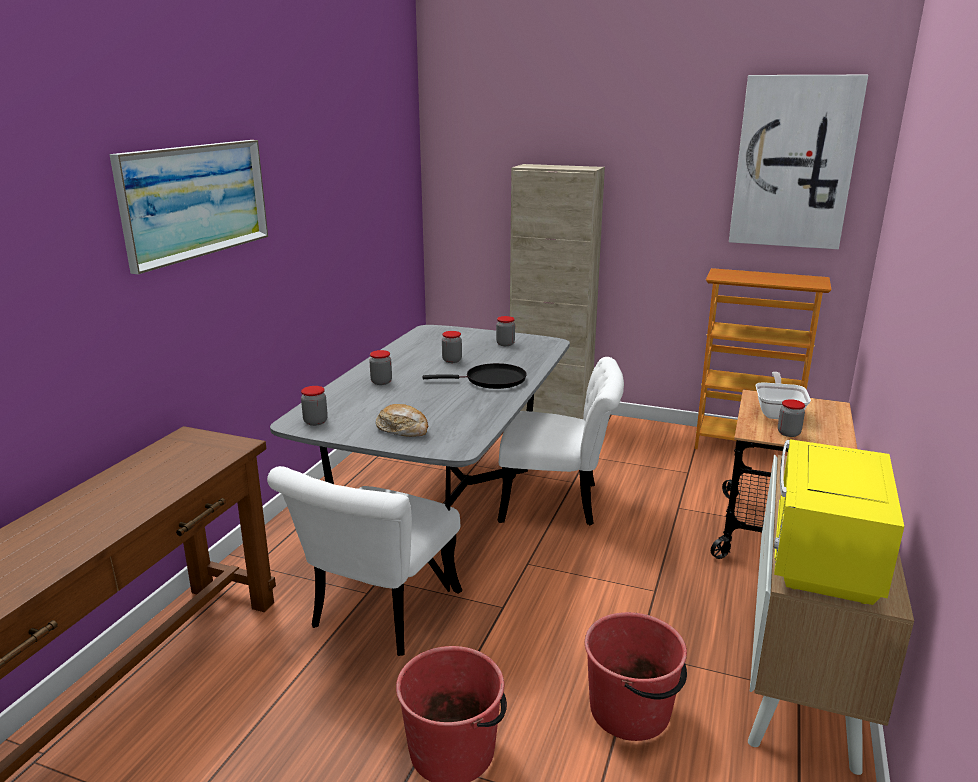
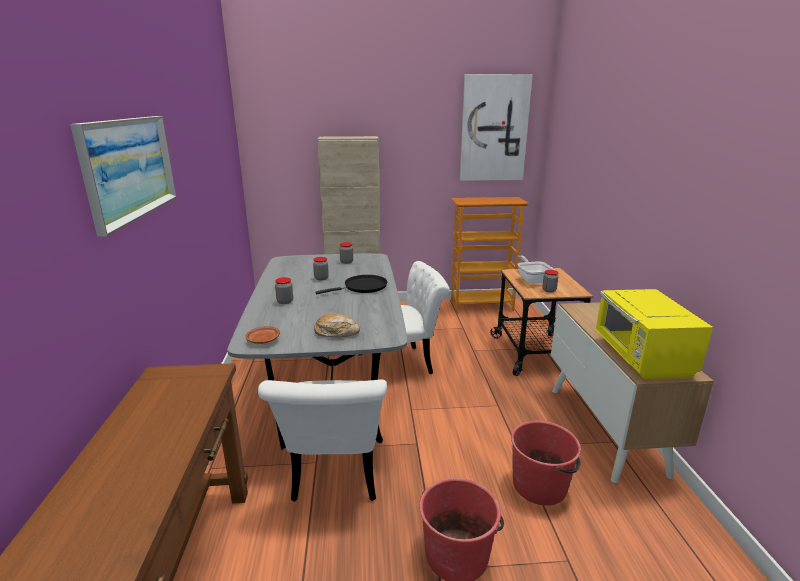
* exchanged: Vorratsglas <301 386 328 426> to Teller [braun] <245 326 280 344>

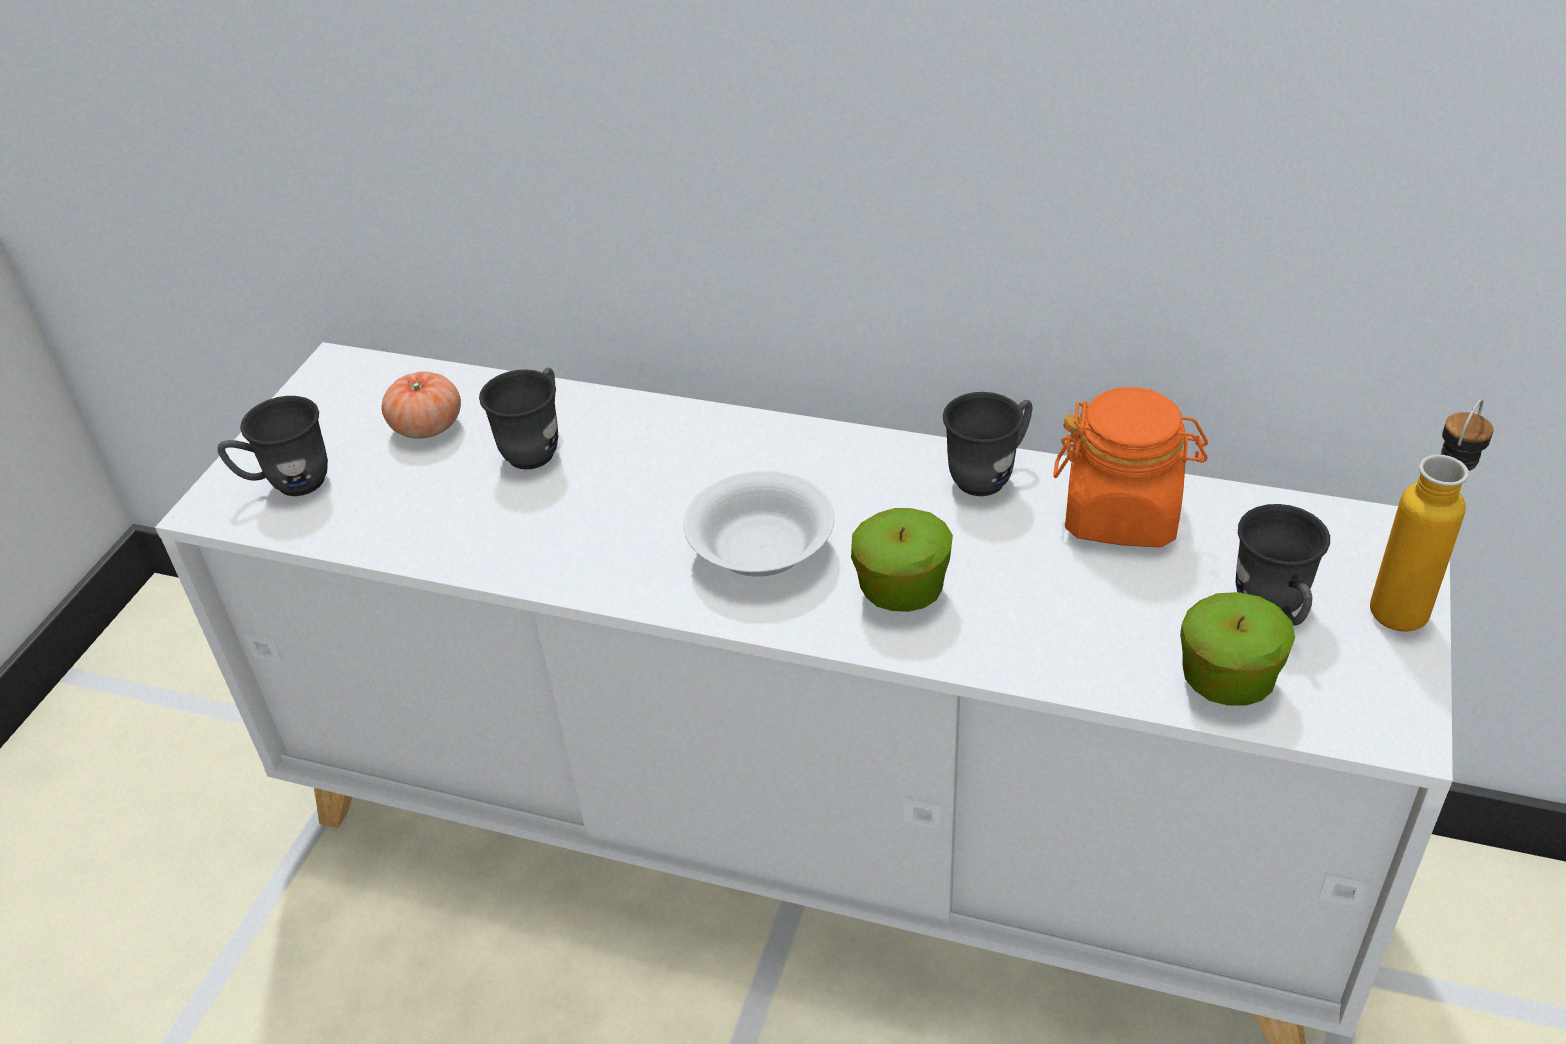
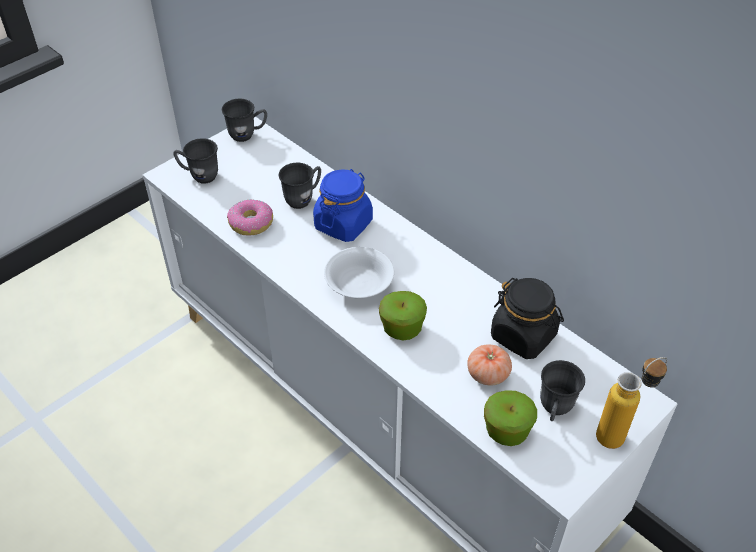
* relocated: Tomate <382 372 461 439> to <467 344 512 386>
* relocated: Henkelbecher [grau] <943 392 1033 496> to <222 99 267 142>
* colour: Vorratsglas [orange] <1053 387 1208 548> to Vorratsglas [schwarz] <491 278 564 359>
* appeared: Donut <227 199 273 236>
* appeared: Vorratsglas [blau] <313 169 373 242>

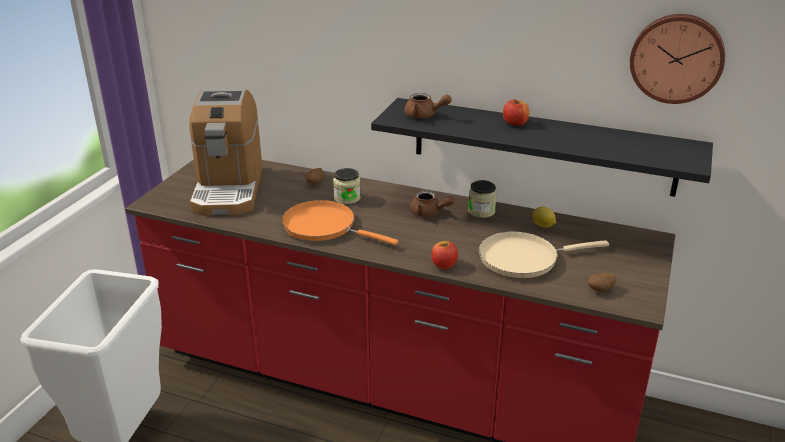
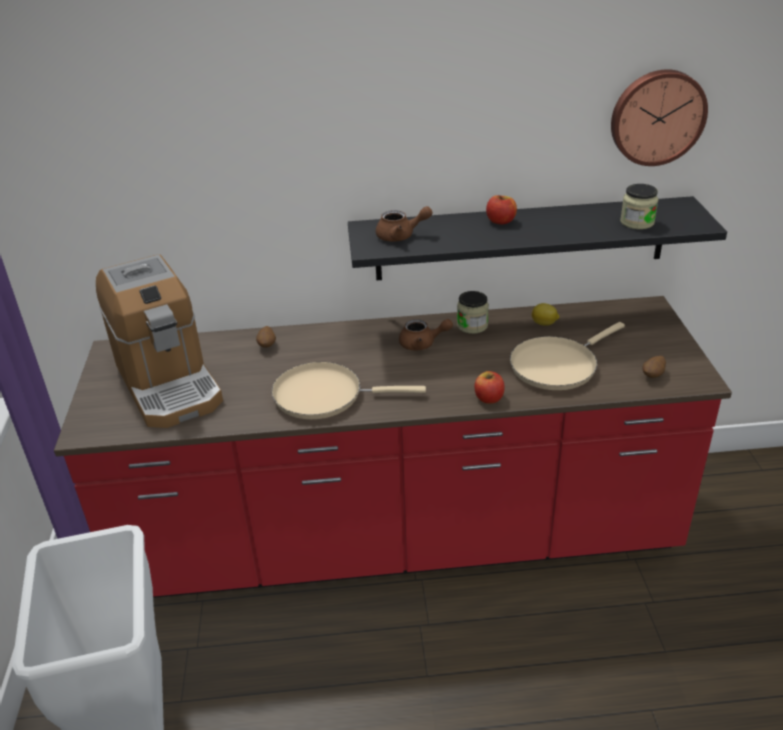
* colour: Pfanne [orange] <282 200 399 245> to Pfanne [beige] <271 362 426 419>
* relocated: Vorratsglas <333 168 361 204> to <620 184 659 229>

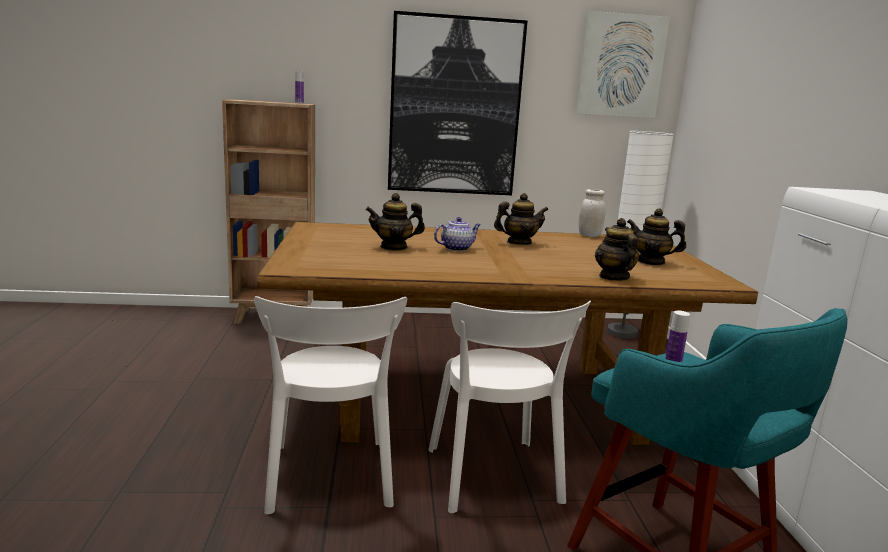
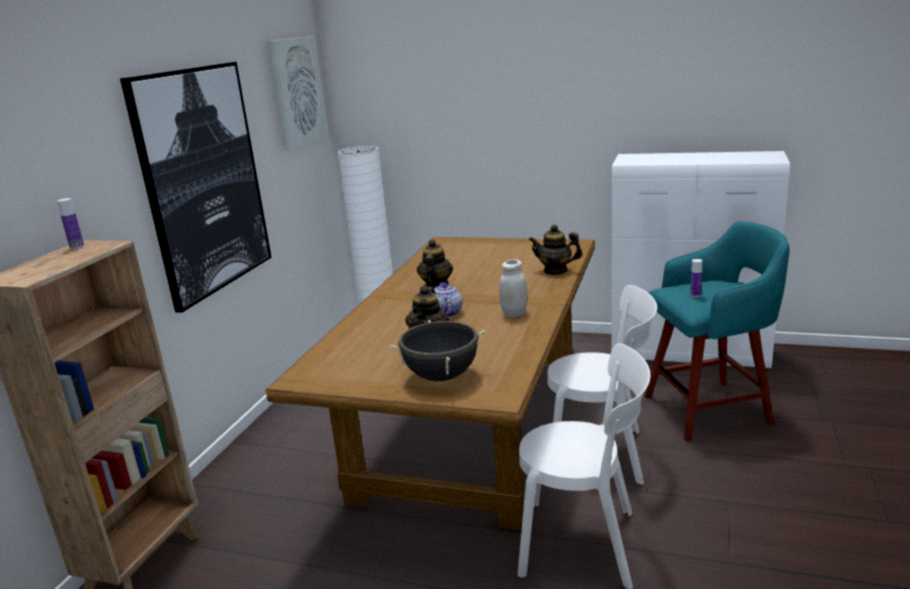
* relocated: Vorratsglas [weiß] <579 189 606 237> to <499 259 528 318>
* missing: Teekanne <627 208 686 265>
* appeared: Kochtopf [schwarz] <389 320 486 381>

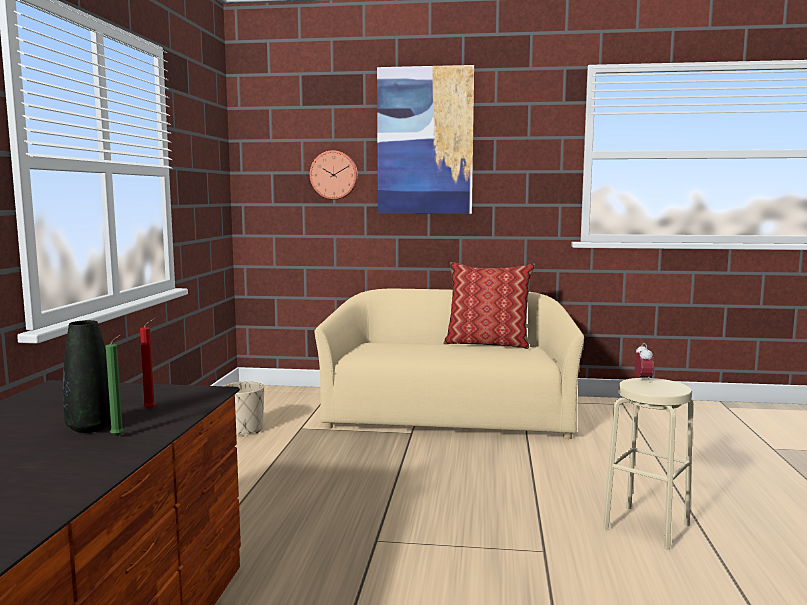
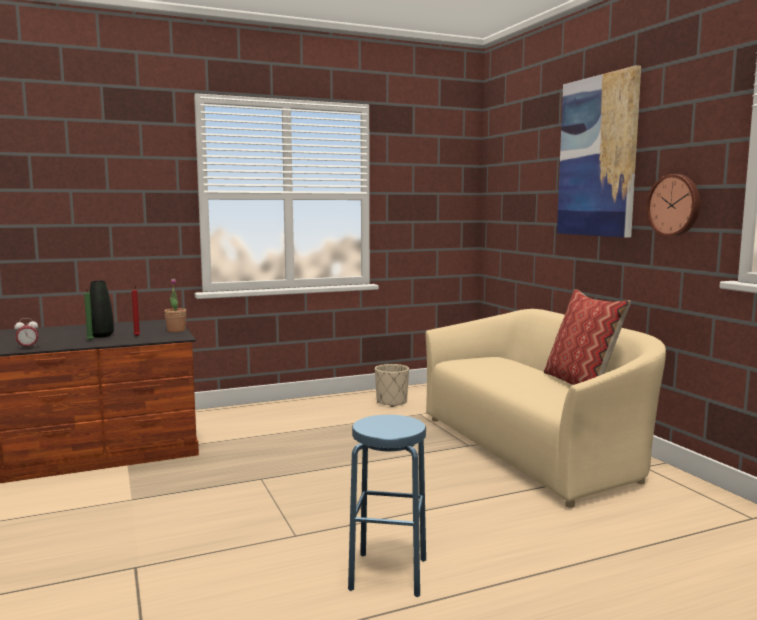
* relocated: Wanduhr <309 150 358 200> to <646 174 700 237>
* colour: Hocker [beige] <603 378 693 550> to Hocker [blau] <348 415 426 597>
* relocated: Wecker <635 343 654 383> to <14 318 39 348>
* appeared: Topfpflanze <164 278 186 332>

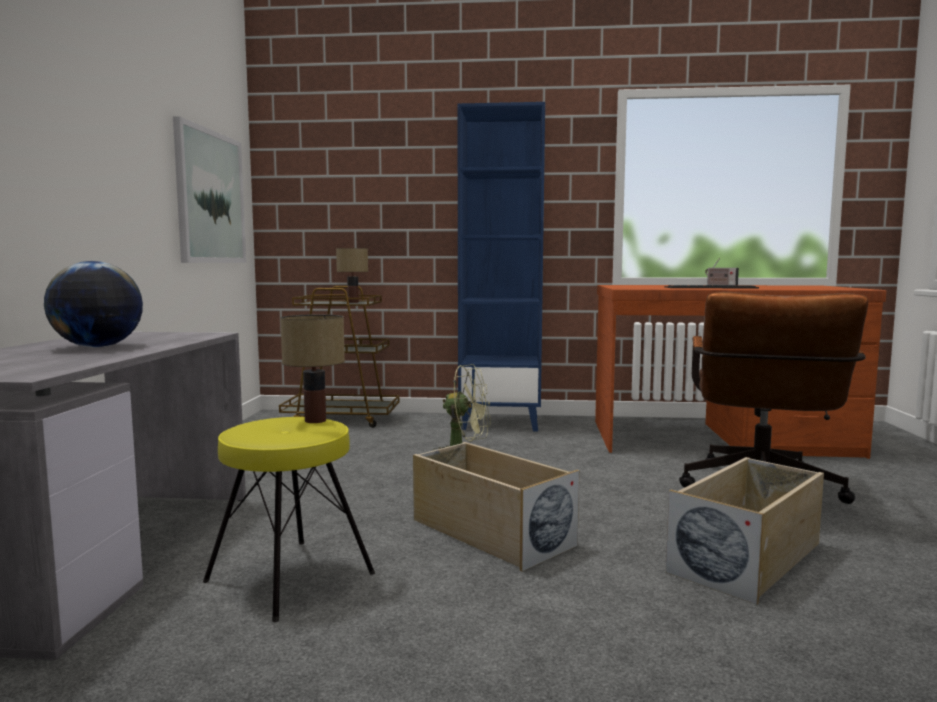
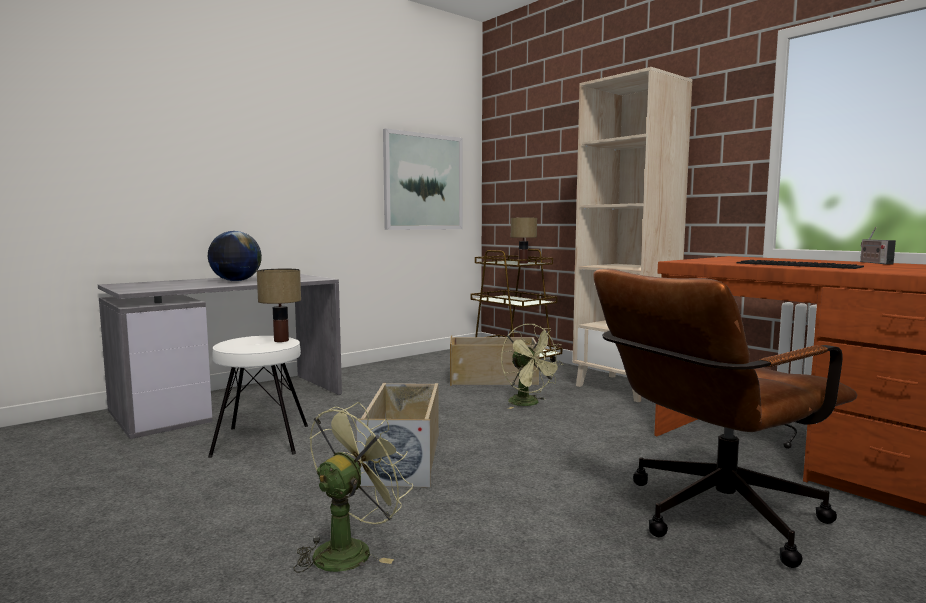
* colour: Hocker [gelb] <203 417 375 622> to Hocker [weiß] <208 336 308 458>
* colour: Bücherregal [blau] <457 102 545 432> to Bücherregal [beige] <573 67 692 402>
* relocated: Aufbewahrungsbox [beige] <666 457 824 605> to <450 335 539 386>
* appeared: Ventilator [grün] <293 402 413 573>

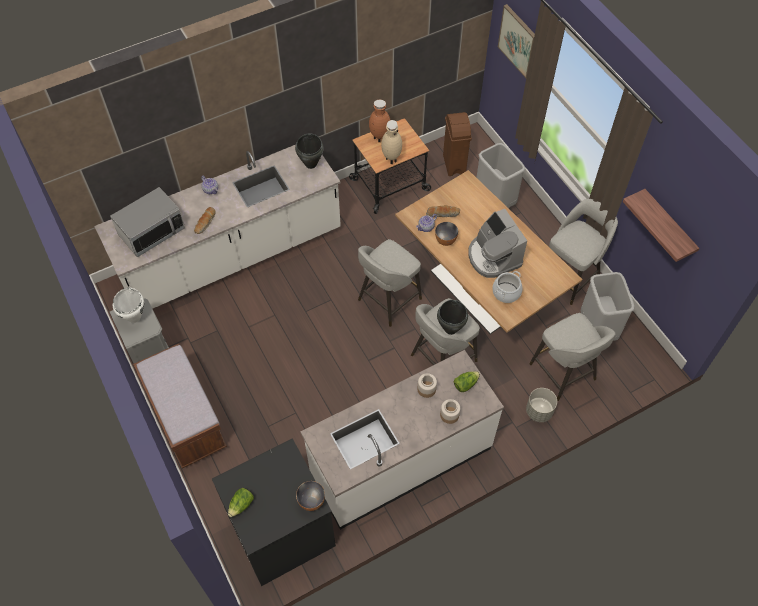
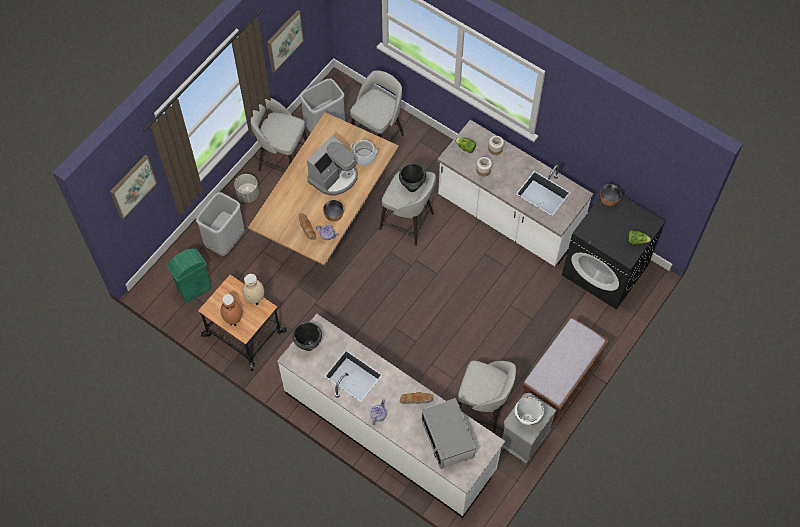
* spun: Mikrowelle <110 187 185 257> = <422 398 476 469> 135 degrees counterclockwise
* relocated: Hocker [grau] <358 239 422 327> to <458 361 516 434>
* colour: Mülleimer [braun] <443 112 472 176> to Mülleimer [grün] <167 249 212 303>
* relocated: Pflanzkübel [grau] <526 388 557 422> to <234 174 259 203>
* exchanged: Wandregal <623 189 699 262> to Bild <267 10 304 72>

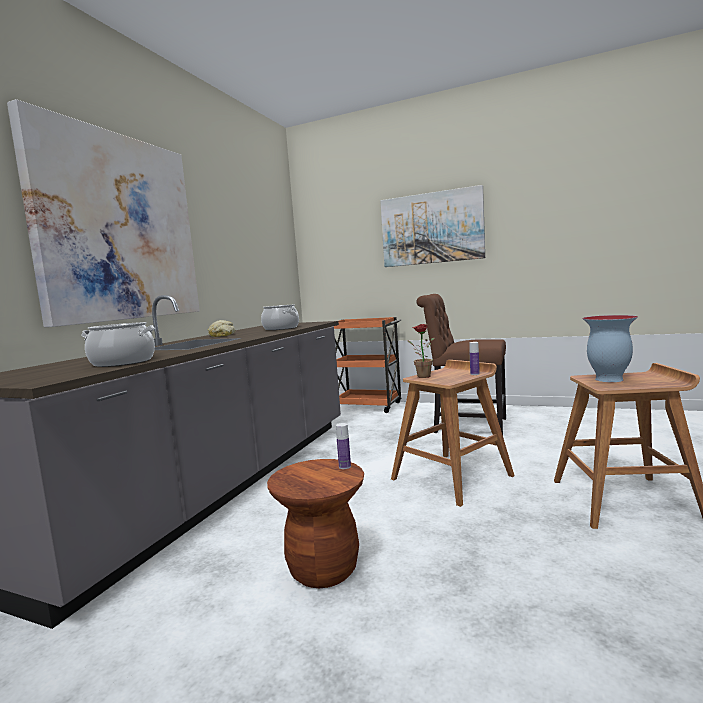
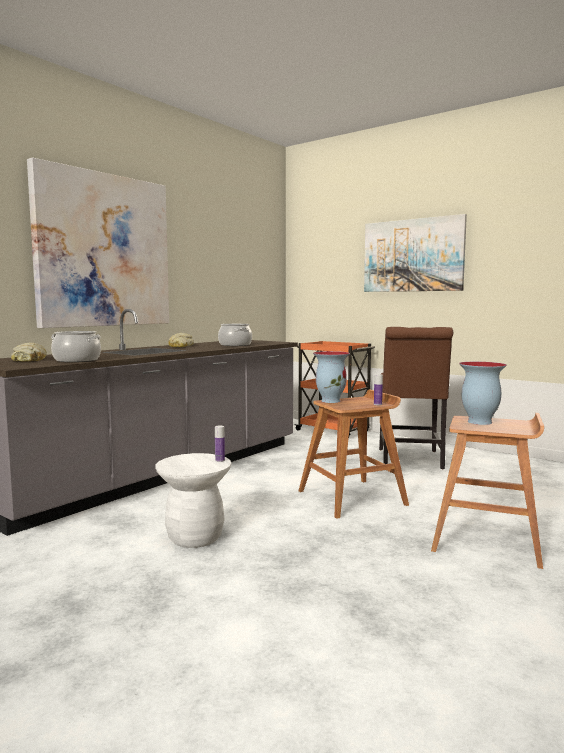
* colour: Hocker [braun] <267 459 364 588> to Hocker [weiß] <155 453 232 548>
* exchanged: Topfpflanze <408 324 435 378> to Vase <313 351 350 403>
* spun: Stuhl [braun] <417 294 506 435> = <379 327 453 469> 120 degrees counterclockwise
* appeared: Brot <11 343 47 361>

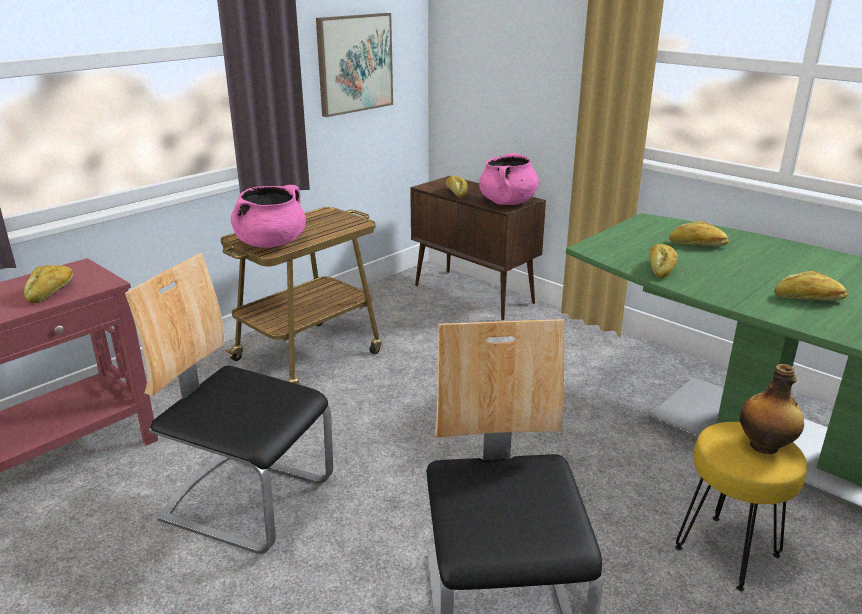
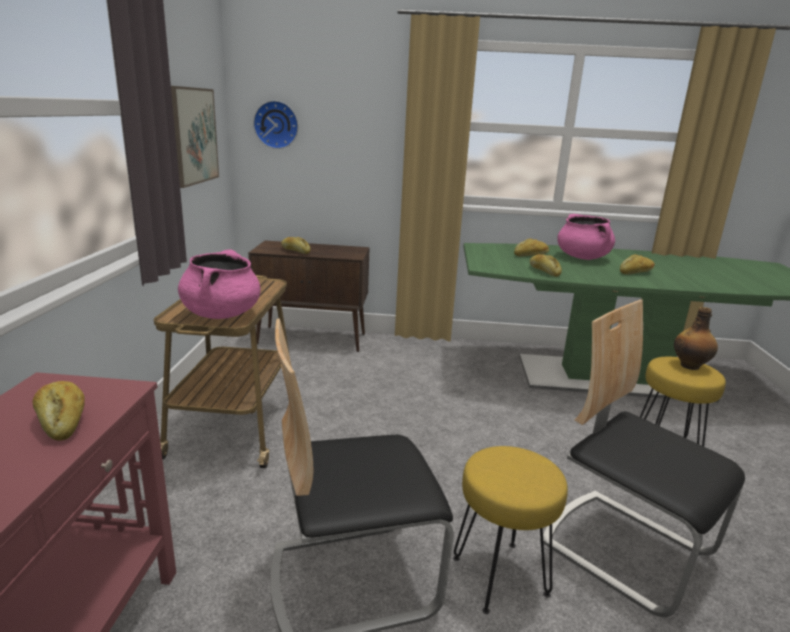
* relocated: Kochtopf [rosa] <479 153 539 205> to <557 214 615 260>
* appeared: Wanduhr <253 100 298 149>
* appeared: Hocker [gelb] <453 446 568 614>

